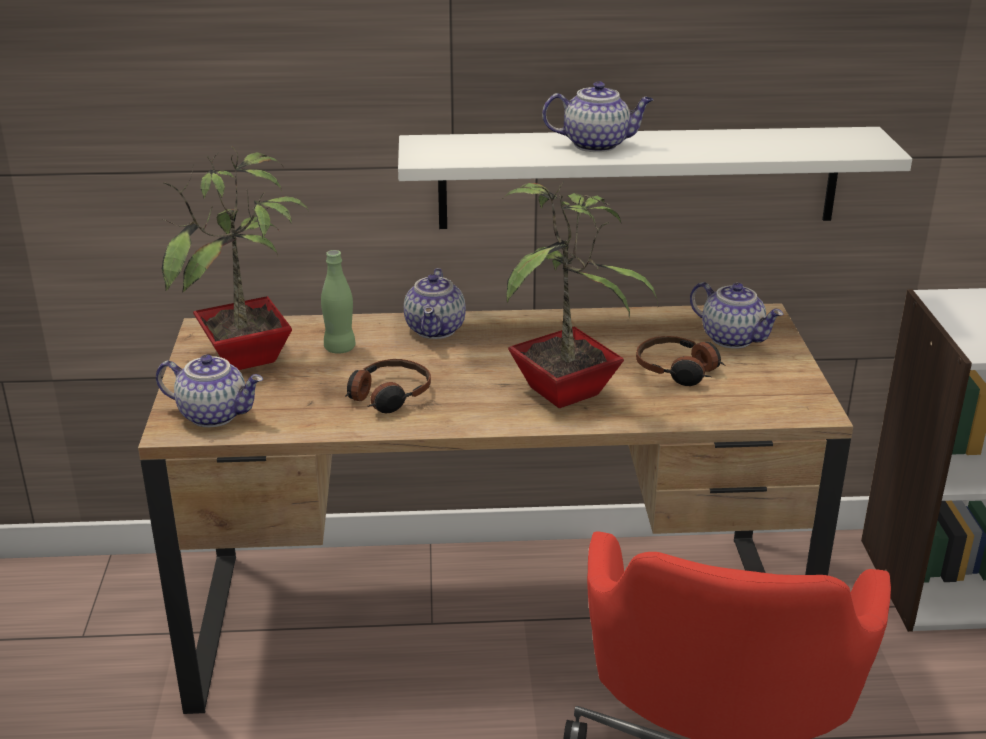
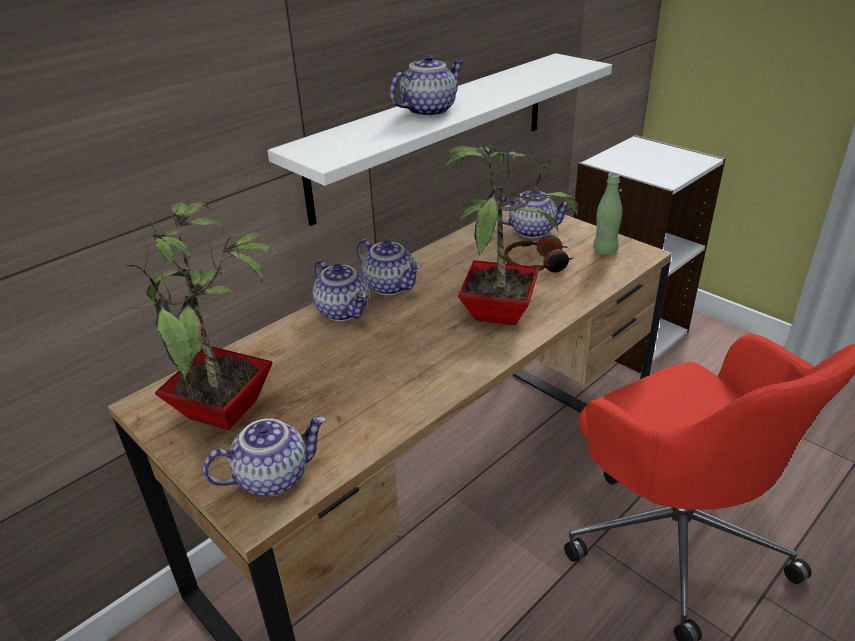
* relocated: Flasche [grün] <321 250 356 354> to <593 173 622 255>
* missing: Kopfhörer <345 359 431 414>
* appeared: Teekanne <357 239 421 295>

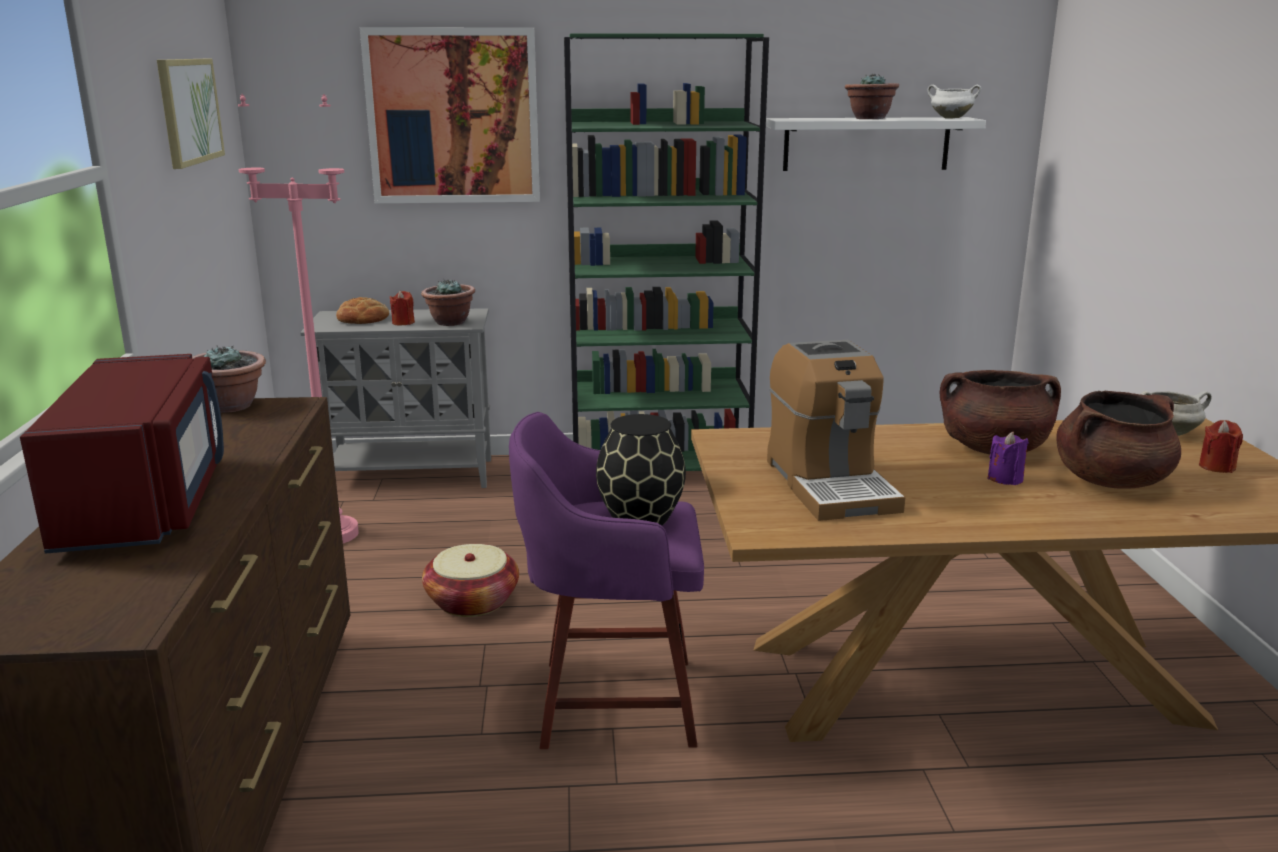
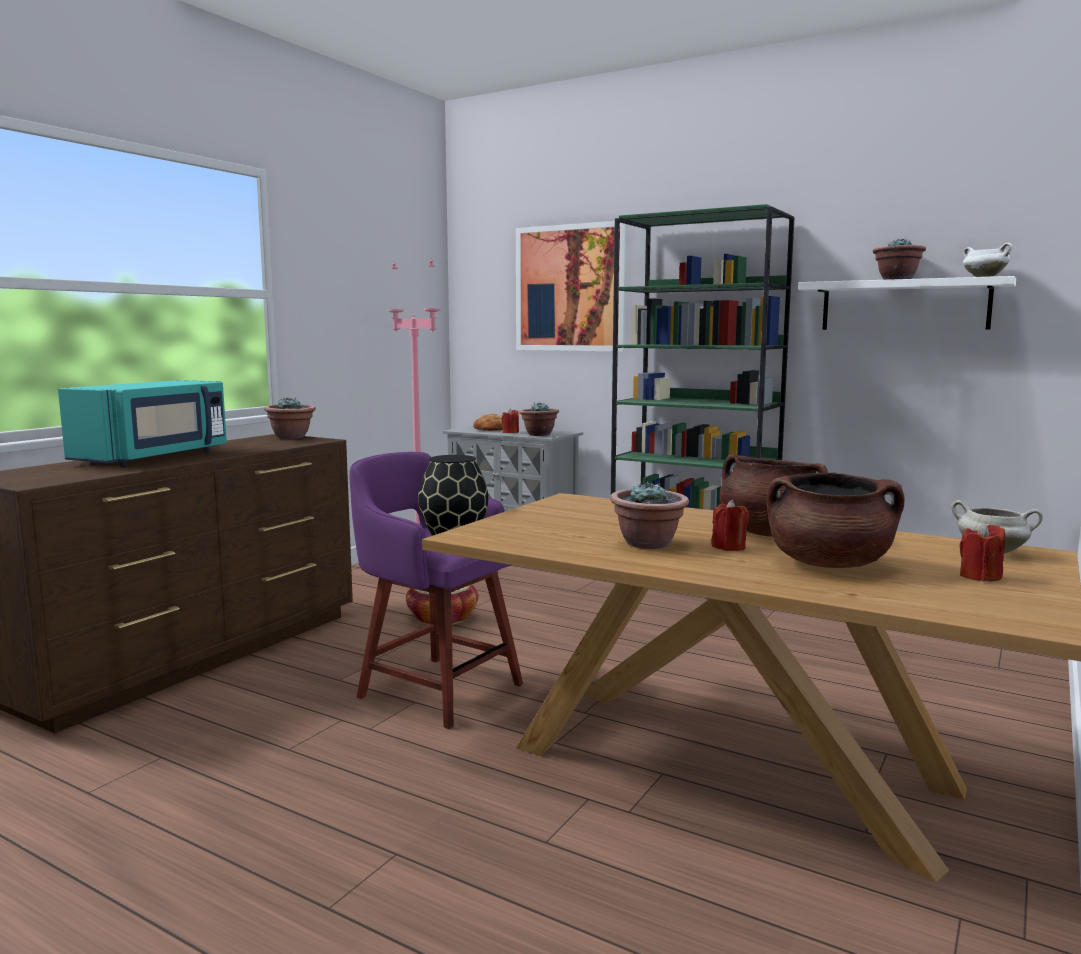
* colour: Mikrowelle [rot] <20 354 224 554> to Mikrowelle [türkis] <58 380 227 466>
* missing: Bild <157 59 225 169>
* missing: Kaffeemaschine <767 340 905 521>
* colour: Kerze [lila] <987 432 1029 485> to Kerze [rot] <711 500 749 551>
* appeared: Topfpflanze <610 481 689 549>

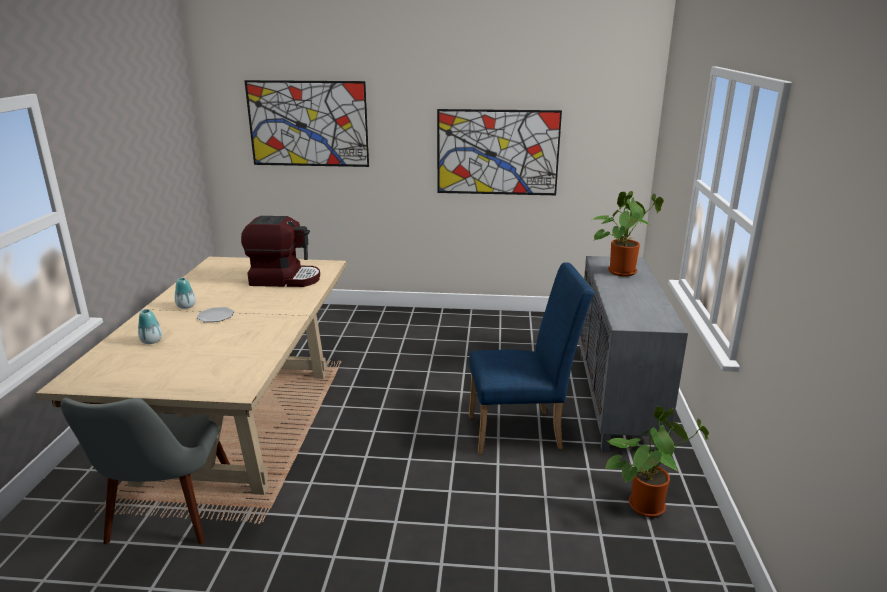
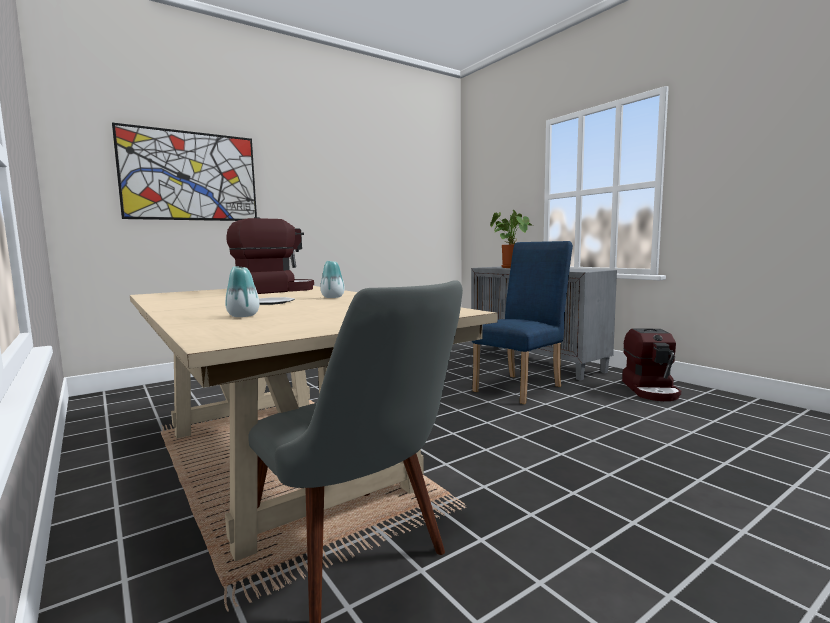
* relocated: Vase <175 278 196 309> to <320 261 345 298>
* missing: Bild <437 109 562 195>
* exchanged: Topfpflanze <605 407 709 517> to Kaffeemaschine <622 328 681 401>

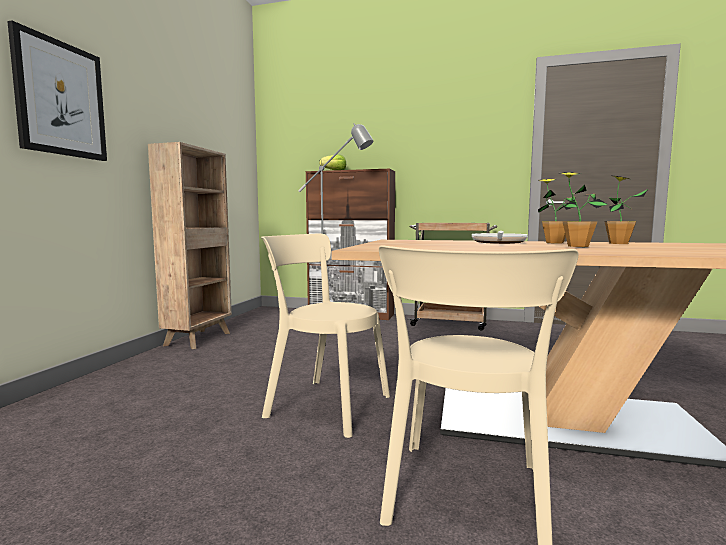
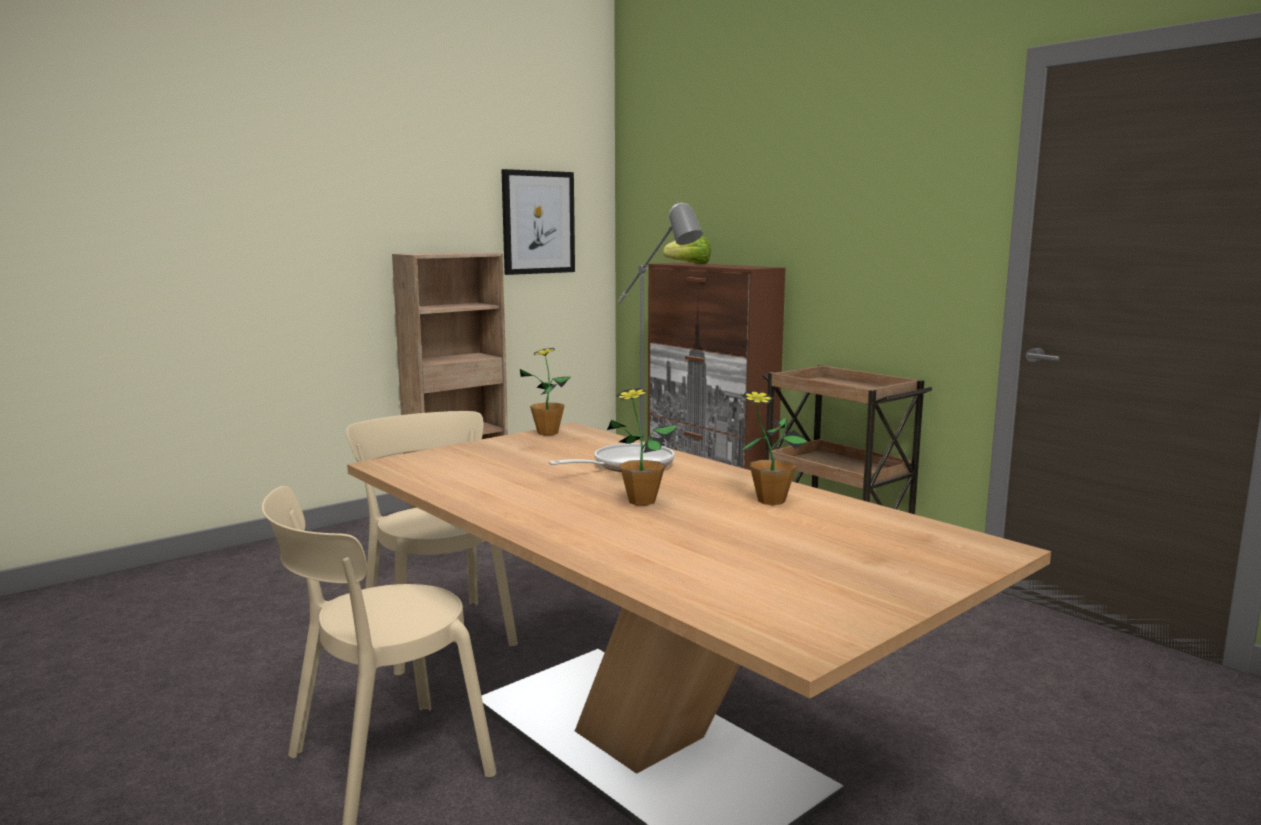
* relocated: Bild <7 21 107 161> to <501 169 575 275>
* relocated: Topfpflanze <538 179 577 244> to <520 348 571 436>

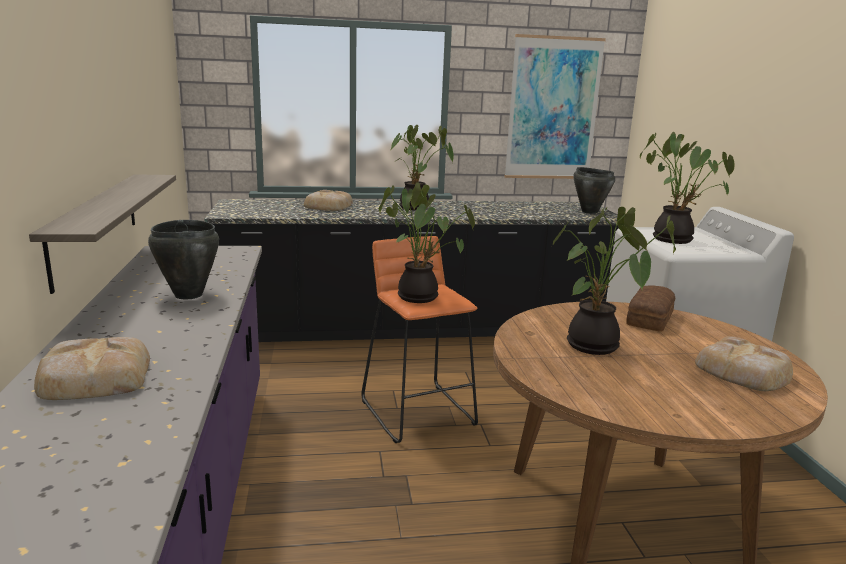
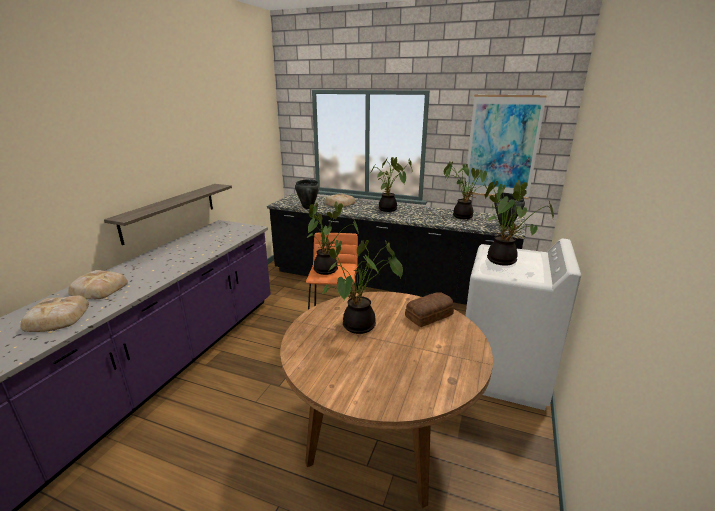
* relocated: Kochtopf [schwarz] <148 220 219 300> to <295 179 319 209>
* relocated: Brot <695 336 793 391> to <21 296 89 332>
* appeared: Topfpflanze <444 161 487 219>

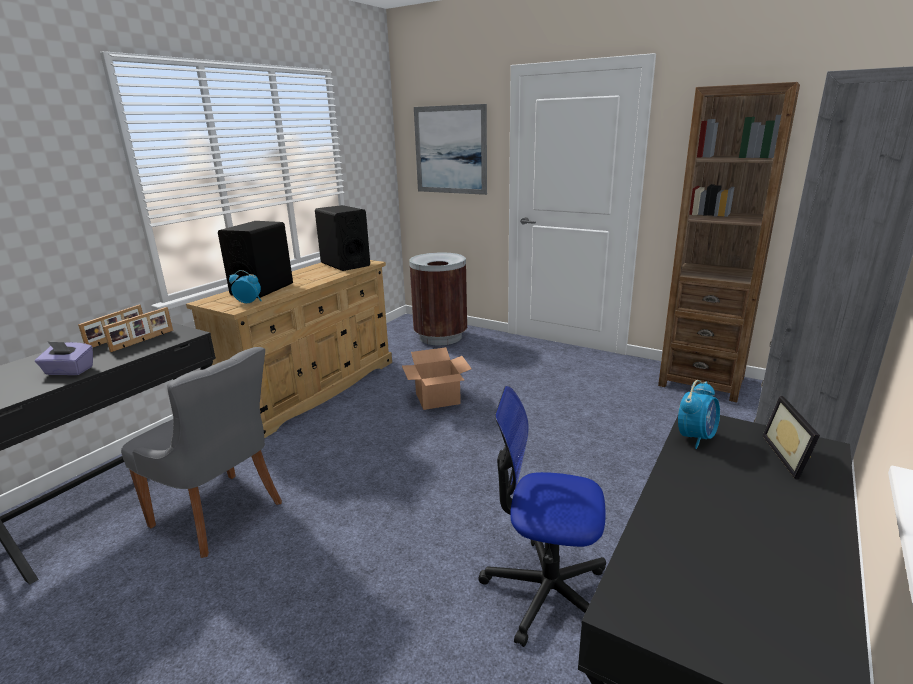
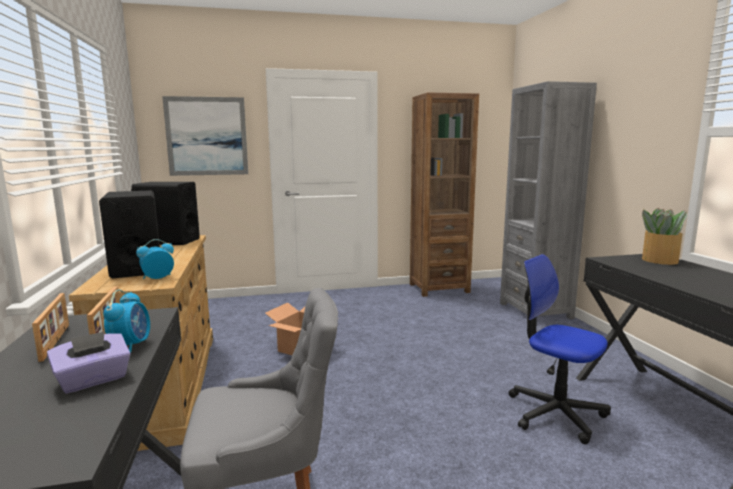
* missing: Mülleimer [braun] <409 253 467 345>
* spun: Bürostuhl <478 386 606 647> = <508 254 611 444> 75 degrees clockwise
* relocated: Wecker <678 380 720 449> to <104 290 150 353>
* exchanged: Bilderrahmen <762 396 820 480> to Topfpflanze <642 208 687 265>

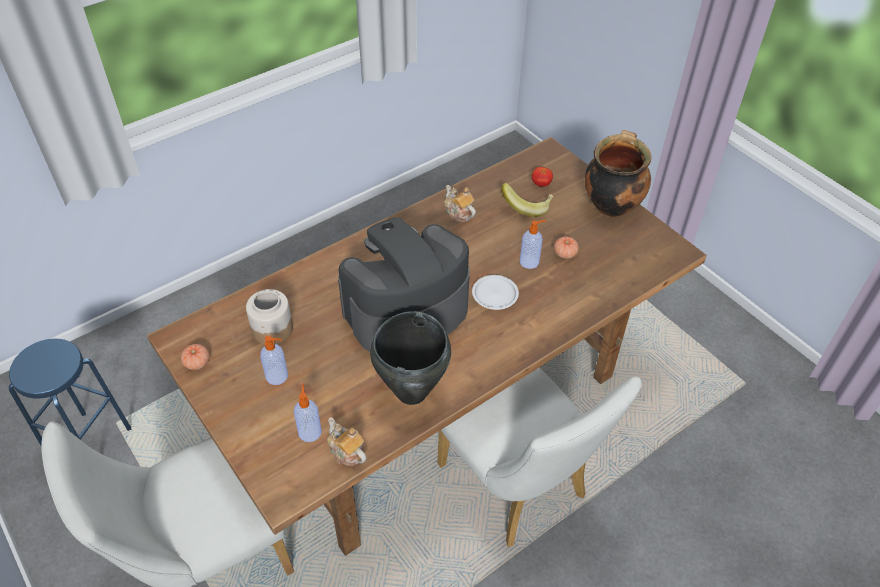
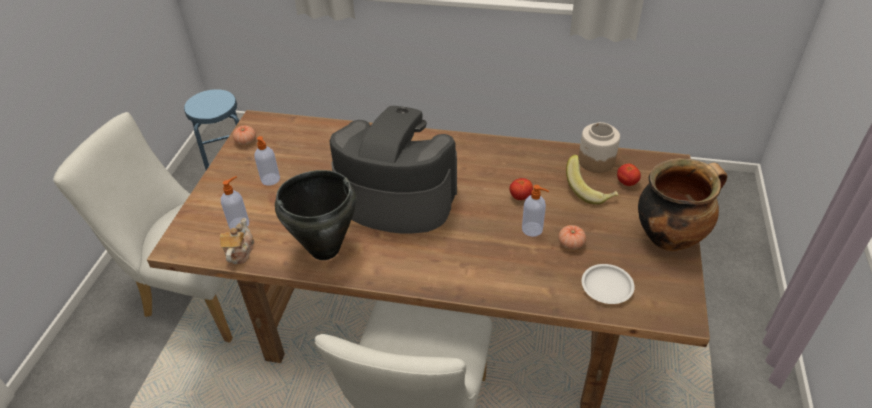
* relocated: Vorratsglas <246 289 293 345> to <578 122 620 173>
* missing: Teekanne <444 185 476 222>
* relocated: Teller [weiß] <472 275 519 310> to <582 264 635 304>
* appeared: Tomate <510 178 533 200>

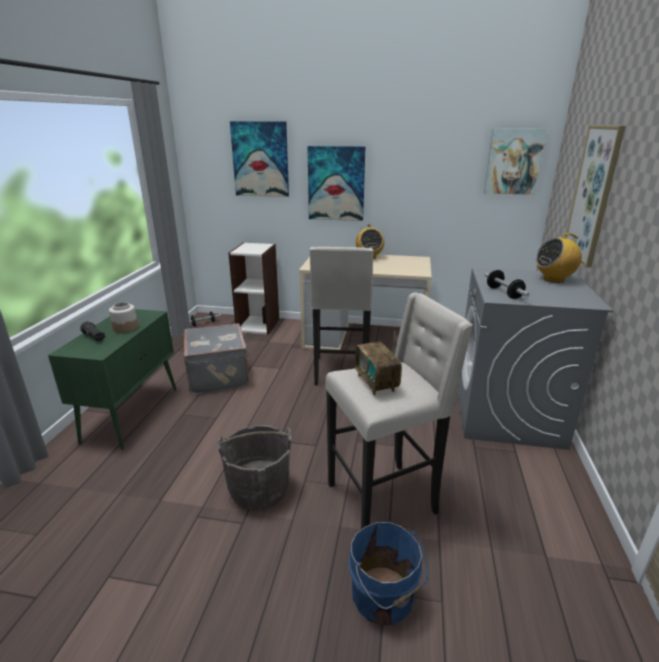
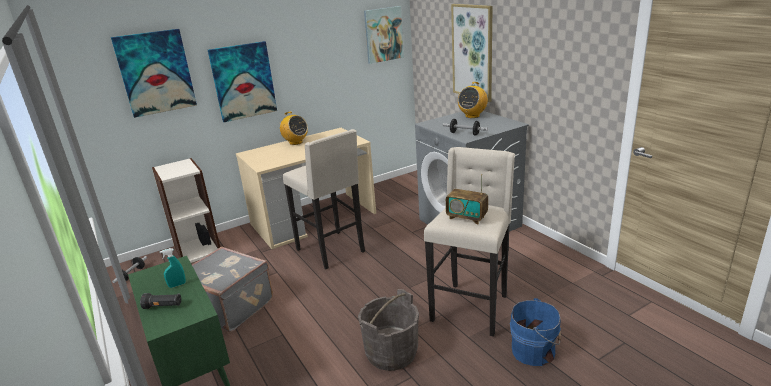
* exchanged: Vorratsglas <109 302 138 333> to Sprühflasche [türkis] <160 248 186 288>

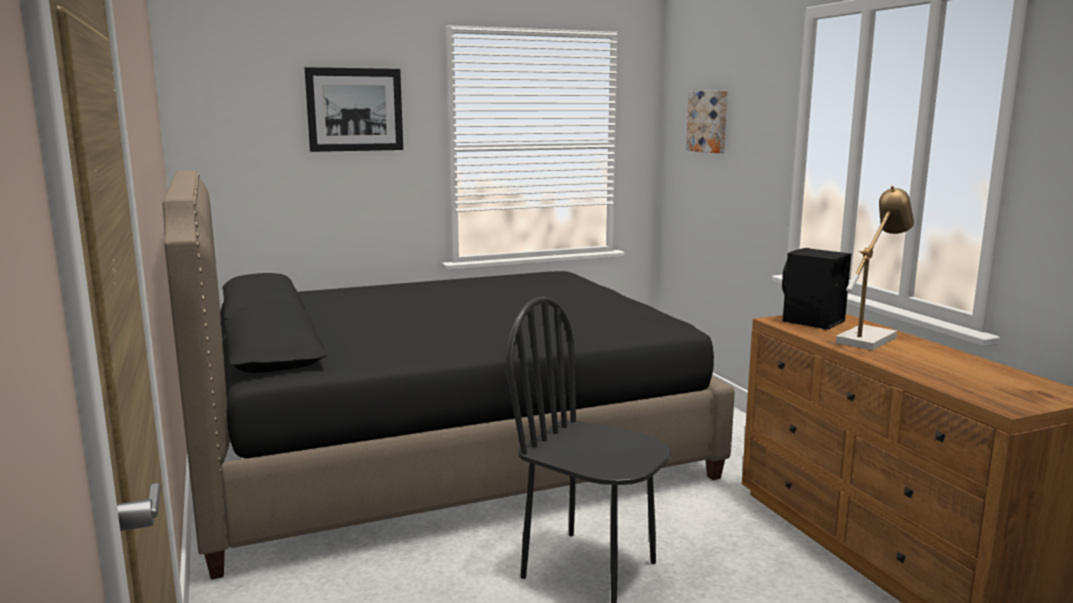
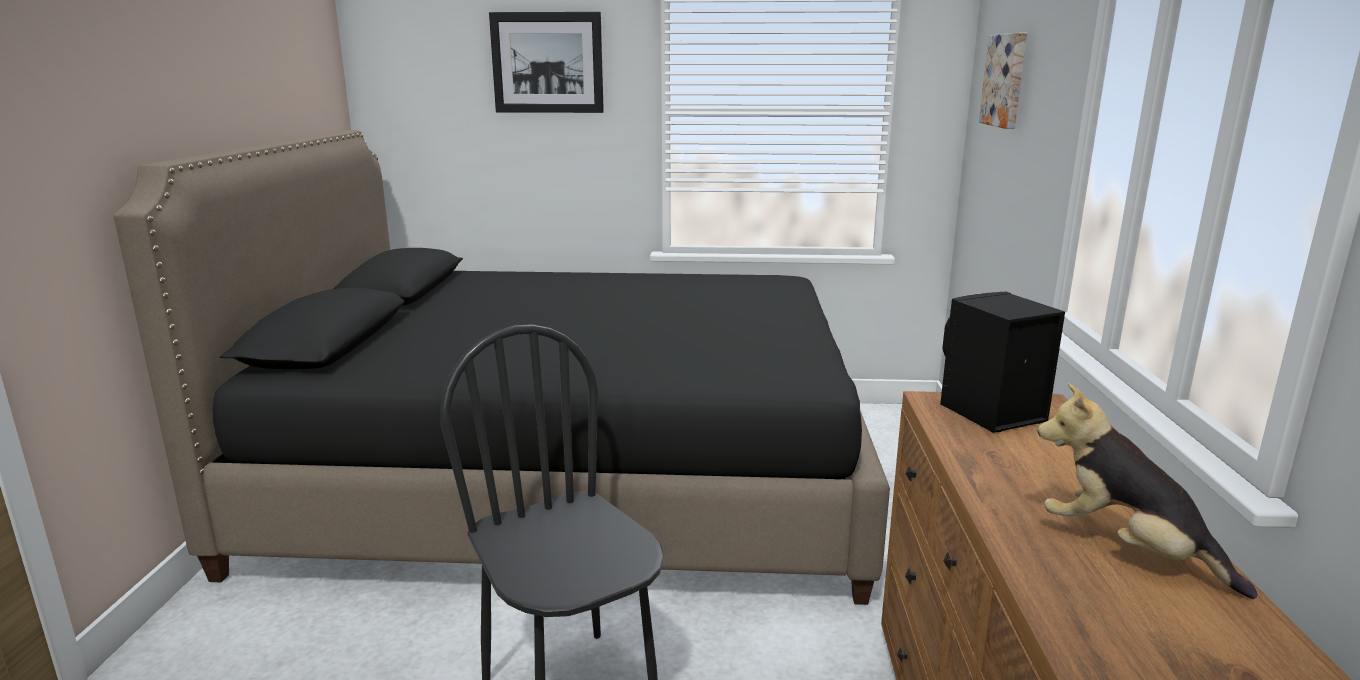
* missing: Tischlampe <836 185 914 350>
* appeared: Plüschtier <1037 384 1257 599>

